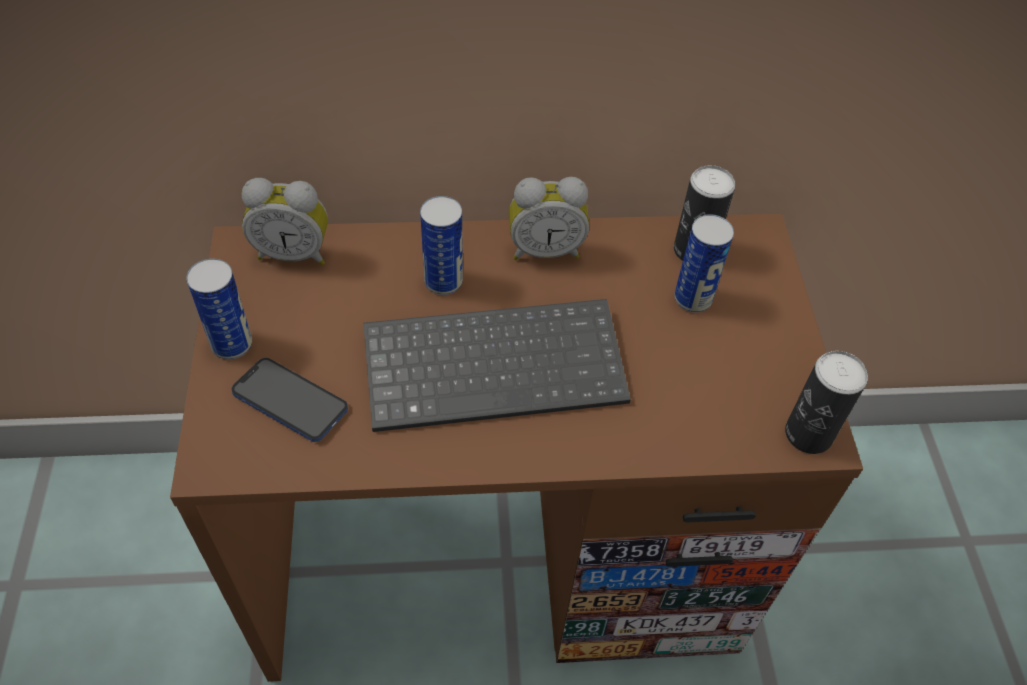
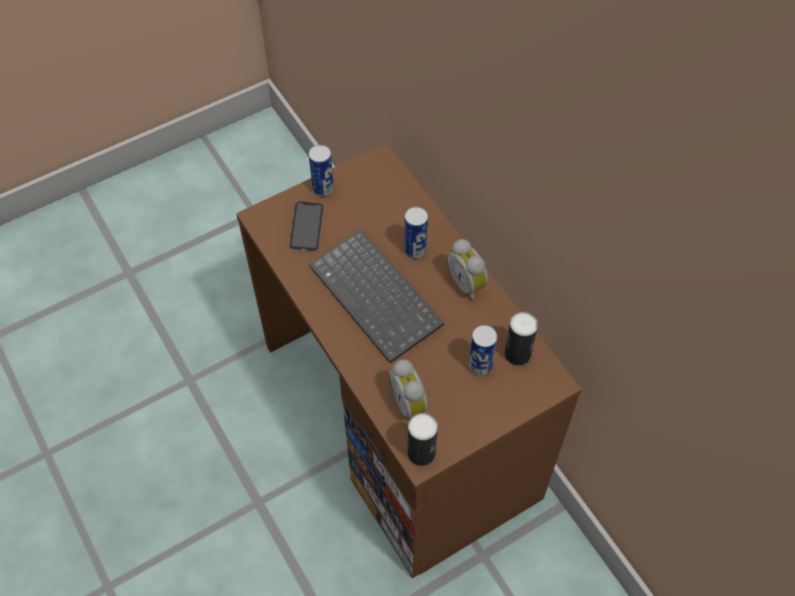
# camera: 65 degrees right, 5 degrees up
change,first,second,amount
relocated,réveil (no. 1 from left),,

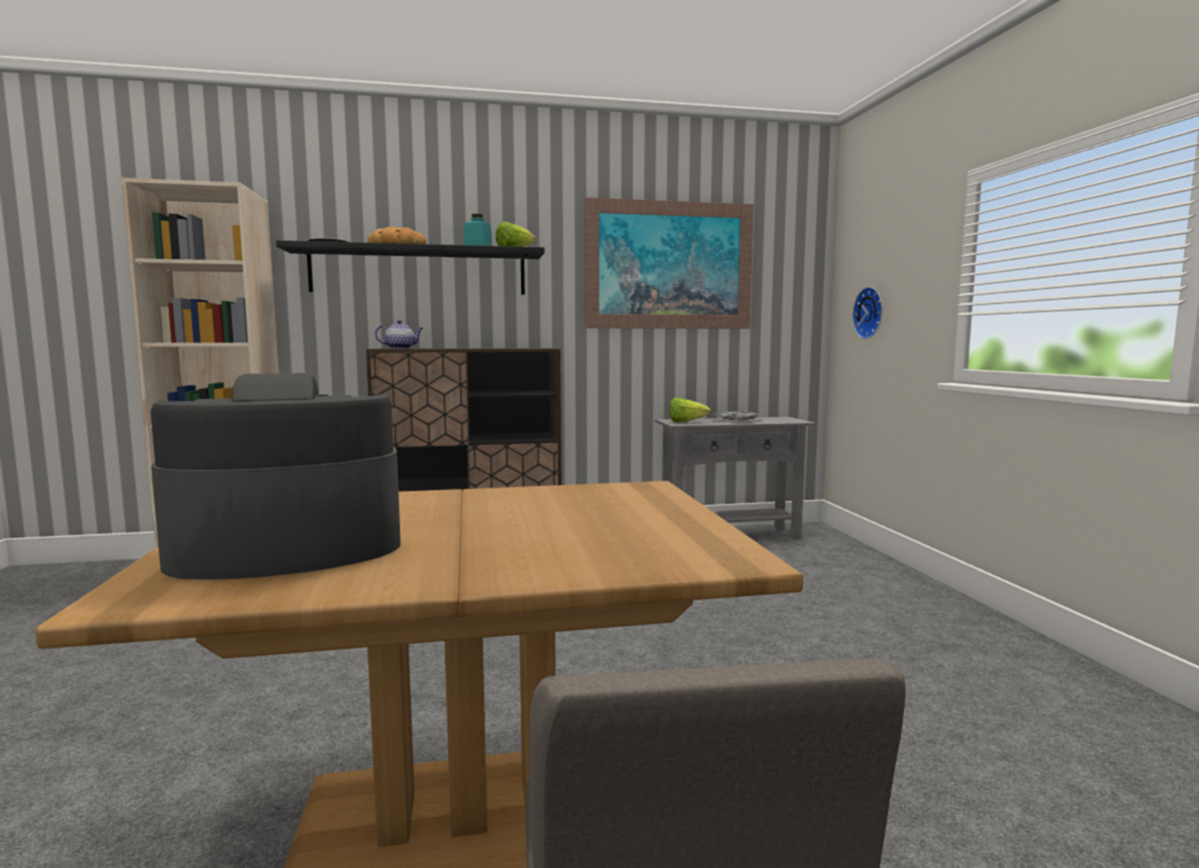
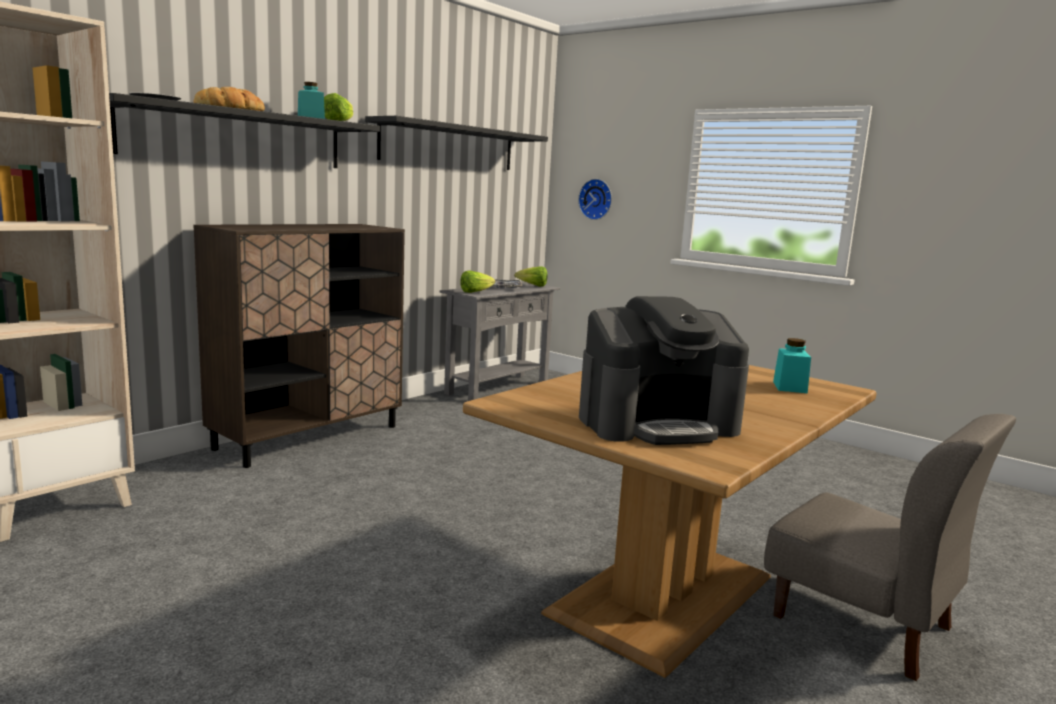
# camera: 40 degrees left, 5 degrees up
change,first,second,amount
exchanged,tableau,étagère/noir (no. 2 from left),
appeared,,laitue (no. 3 from left),
spun,machine à café,,135 degrees counterclockwise
appeared,,bocal/turquoise (no. 2 from left),
missing,théière,,

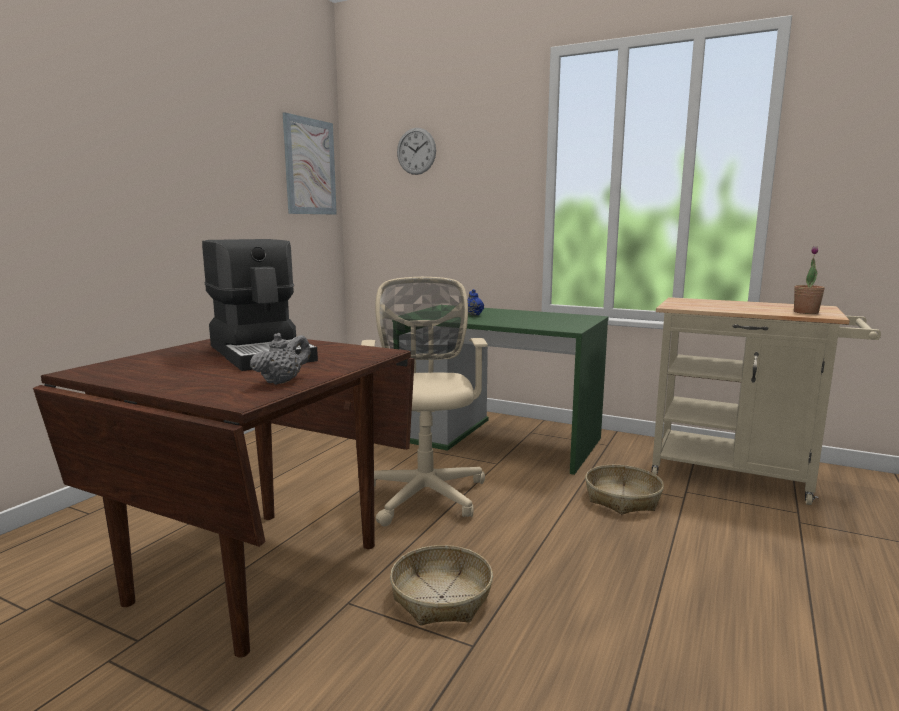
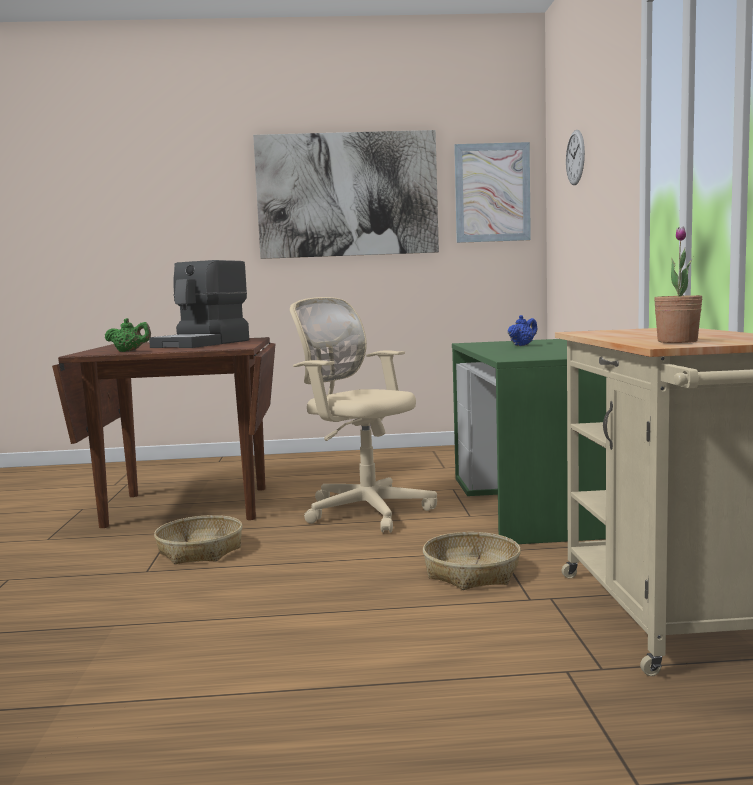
# camera: 60 degrees right, 5 degrees down
change,first,second,amount
colour,théière/gris,théière/vert,
appeared,,tableau (no. 1 from left),
spun,chaise de bureau/beige,,105 degrees counterclockwise

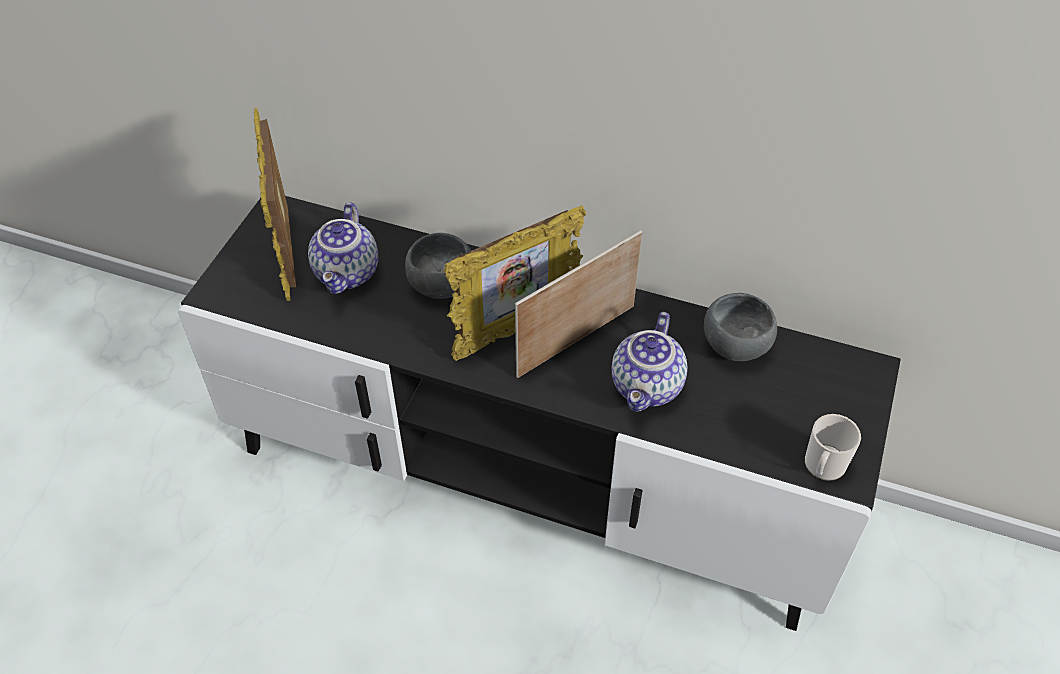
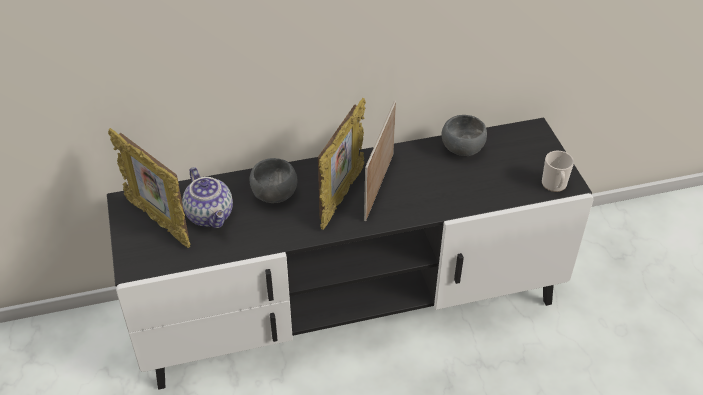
# camera: 35 degrees left, 5 degrees down
change,first,second,amount
missing,théière (no. 2 from left),,

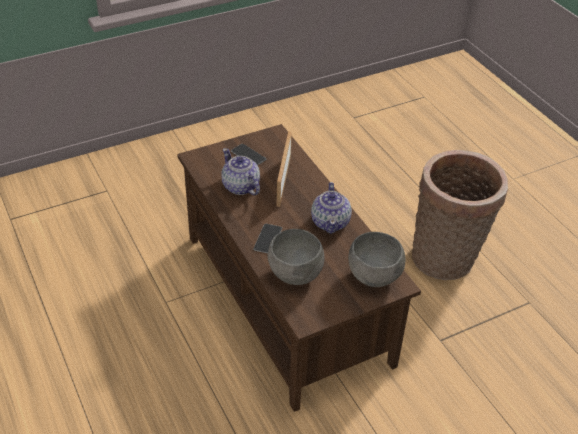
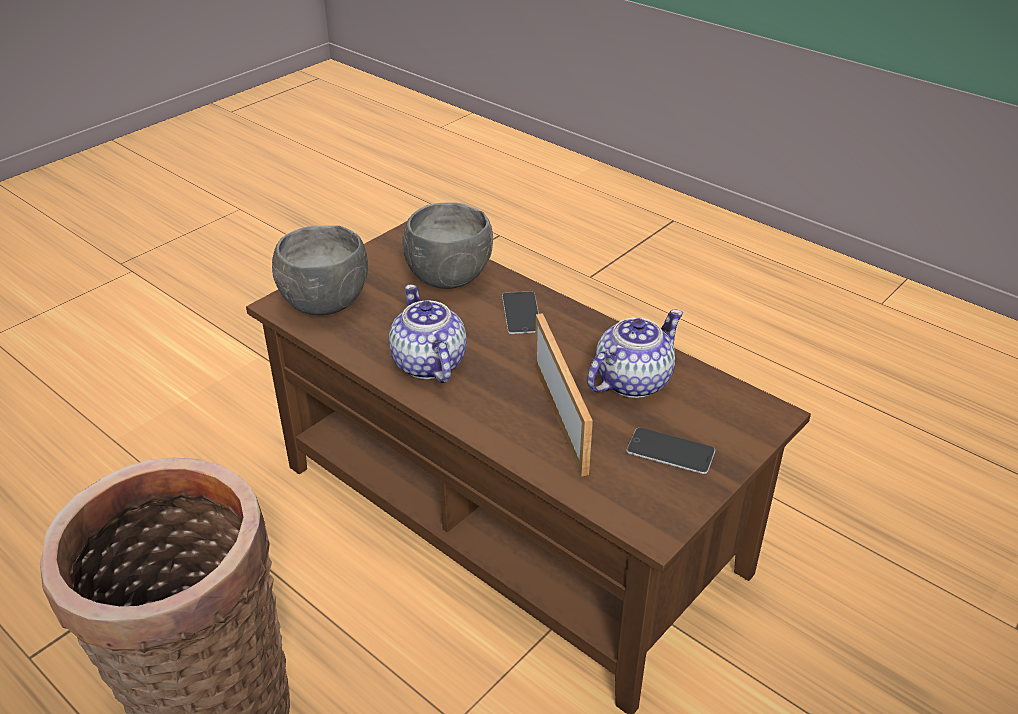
# camera: 160 degrees right, 5 degrees down
change,first,second,amount
spun,théière (no. 1 from left in the first image),théière (no. 2 from left),75 degrees counterclockwise

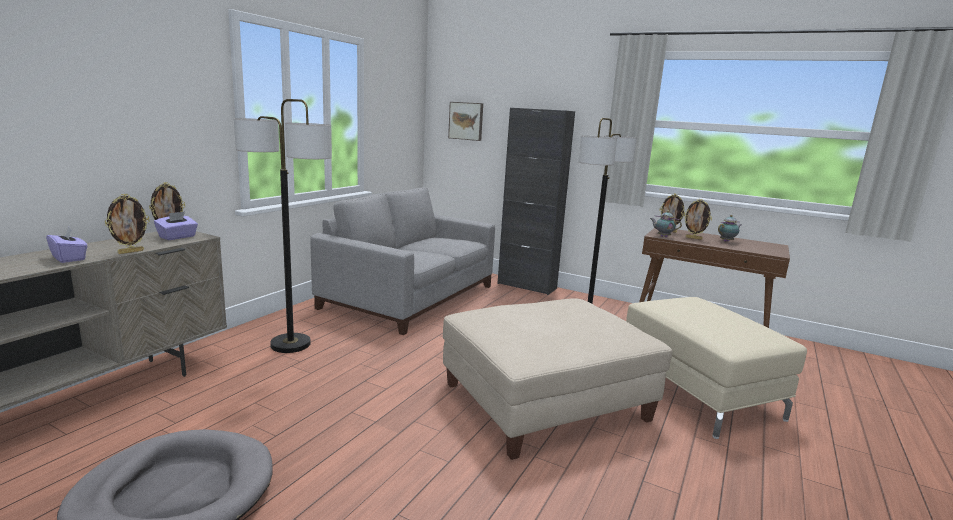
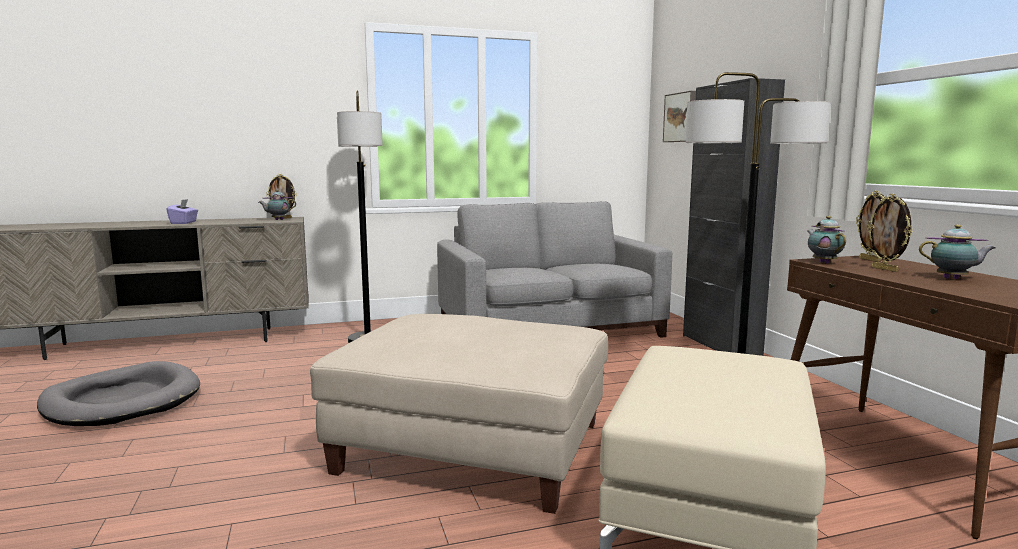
# camera: 45 degrees right, 5 degrees down
change,first,second,amount
exchanged,boîte à mouchoirs/violet (no. 2 from left),théière (no. 1 from left),
missing,cadre photo (no. 1 from left),,

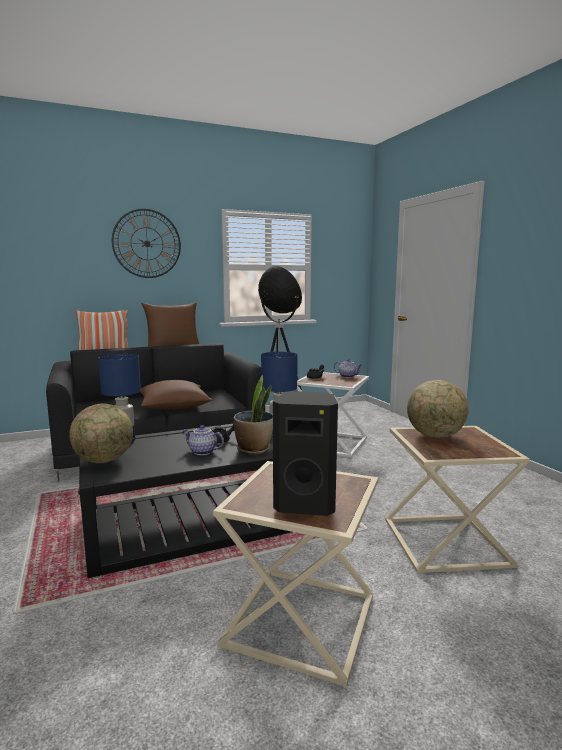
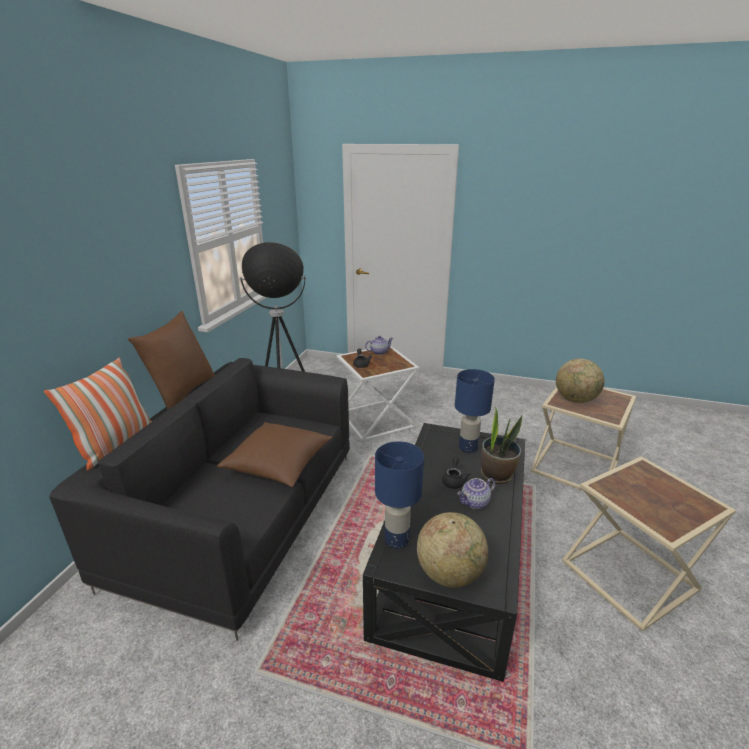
# camera: 50 degrees left, 15 degrees up
change,first,second,amount
missing,horloge murale,,
missing,enceinte/noir,,

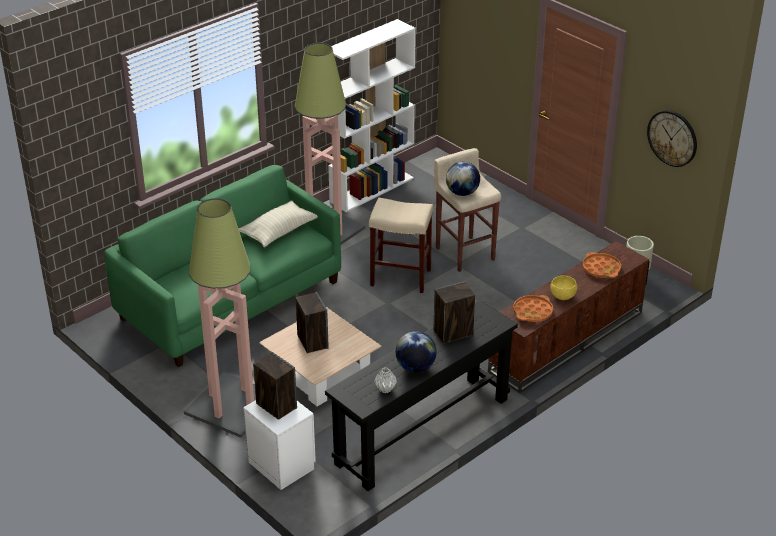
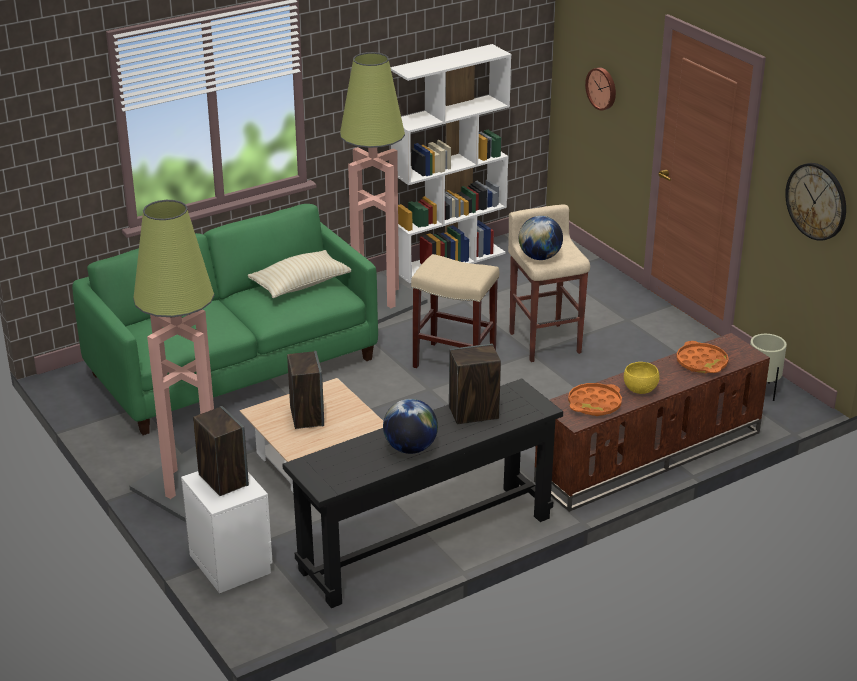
# camera: 10 degrees right, 5 degrees down
change,first,second,amount
appeared,,horloge murale (no. 1 from left),
missing,vase/gris,,

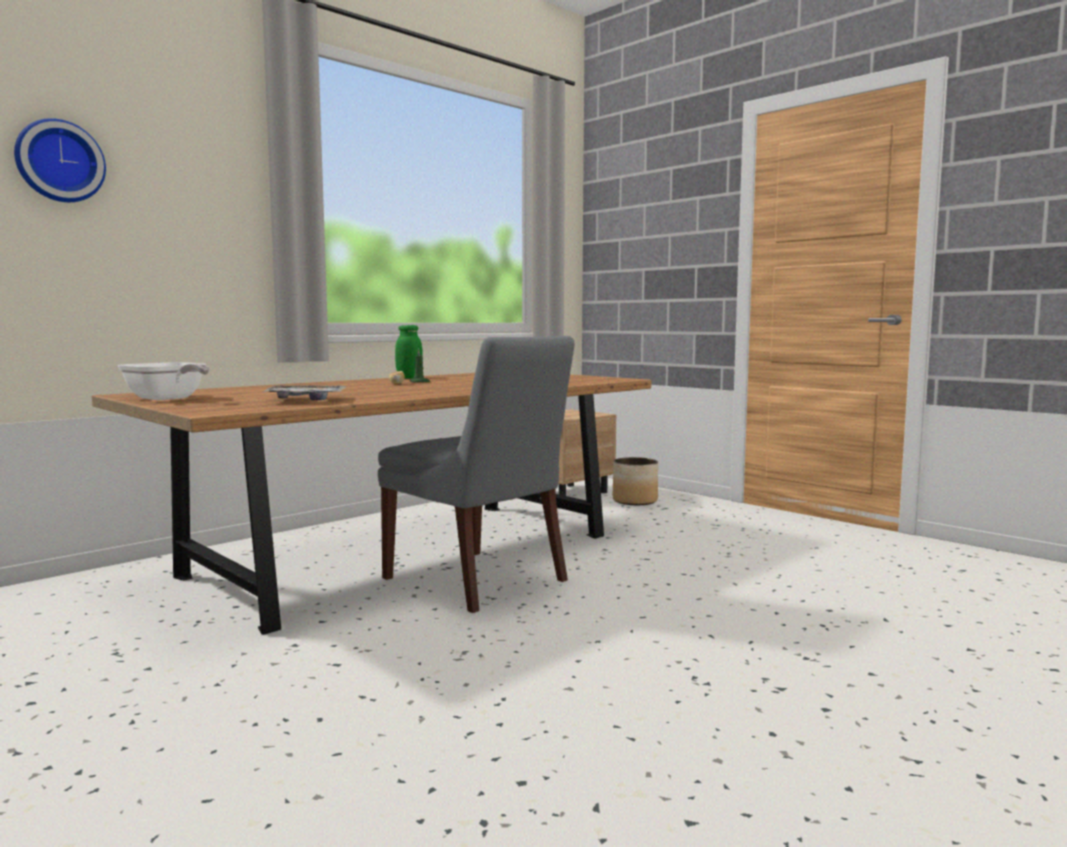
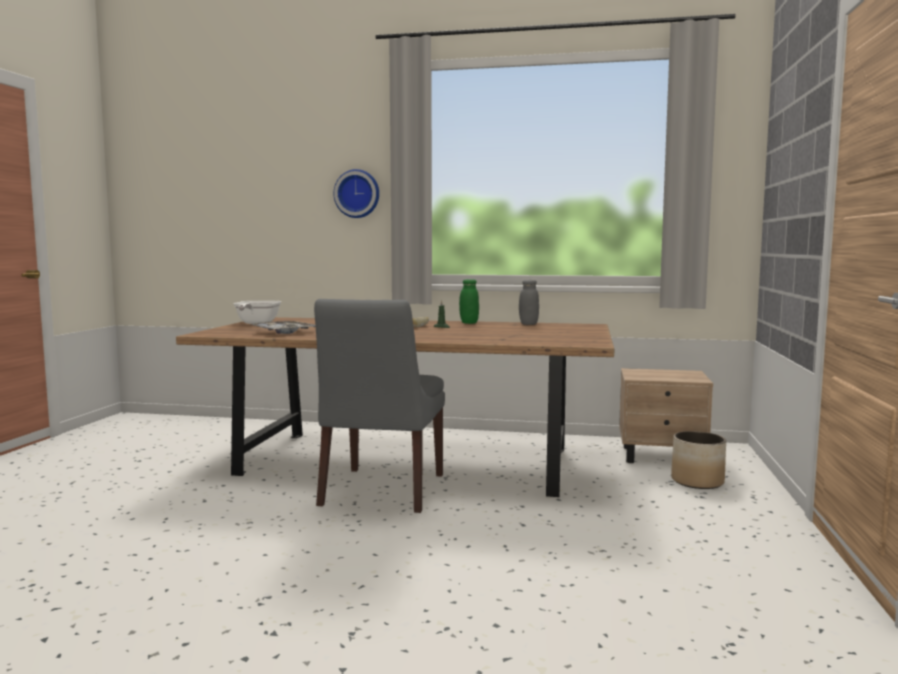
# camera: 55 degrees right, 0 degrees up
change,first,second,amount
relocated,horloge murale,,
appeared,,bocal/gris,

